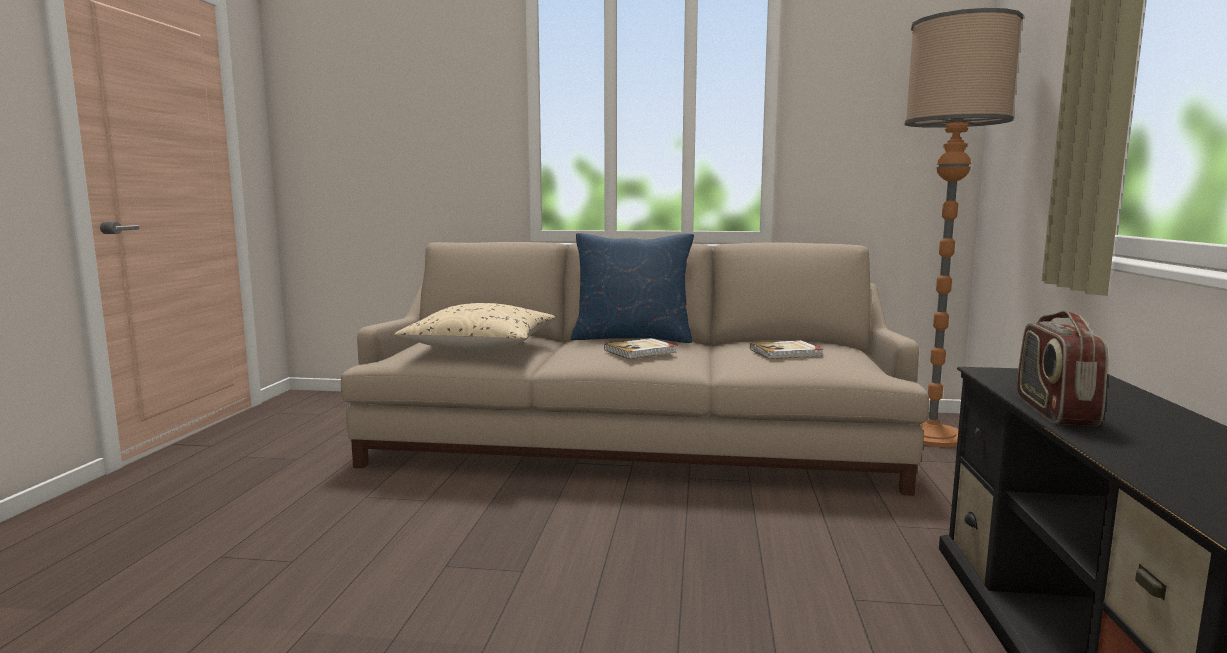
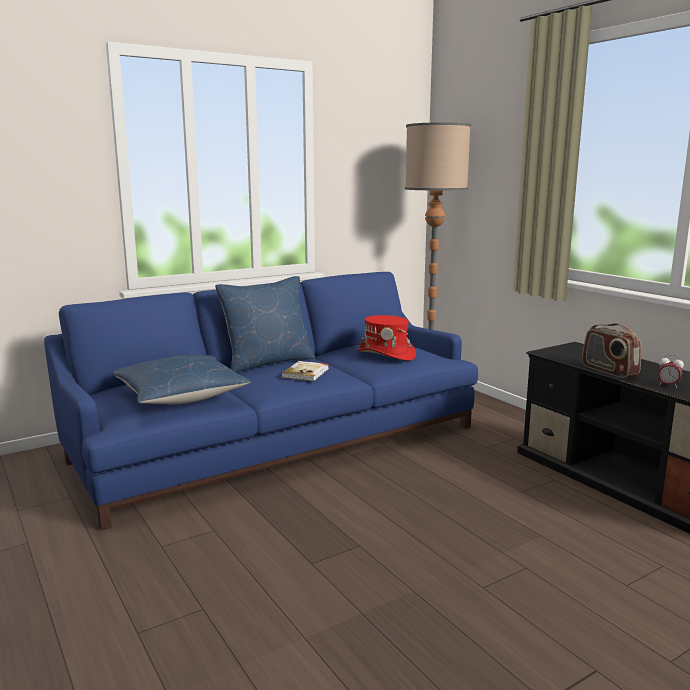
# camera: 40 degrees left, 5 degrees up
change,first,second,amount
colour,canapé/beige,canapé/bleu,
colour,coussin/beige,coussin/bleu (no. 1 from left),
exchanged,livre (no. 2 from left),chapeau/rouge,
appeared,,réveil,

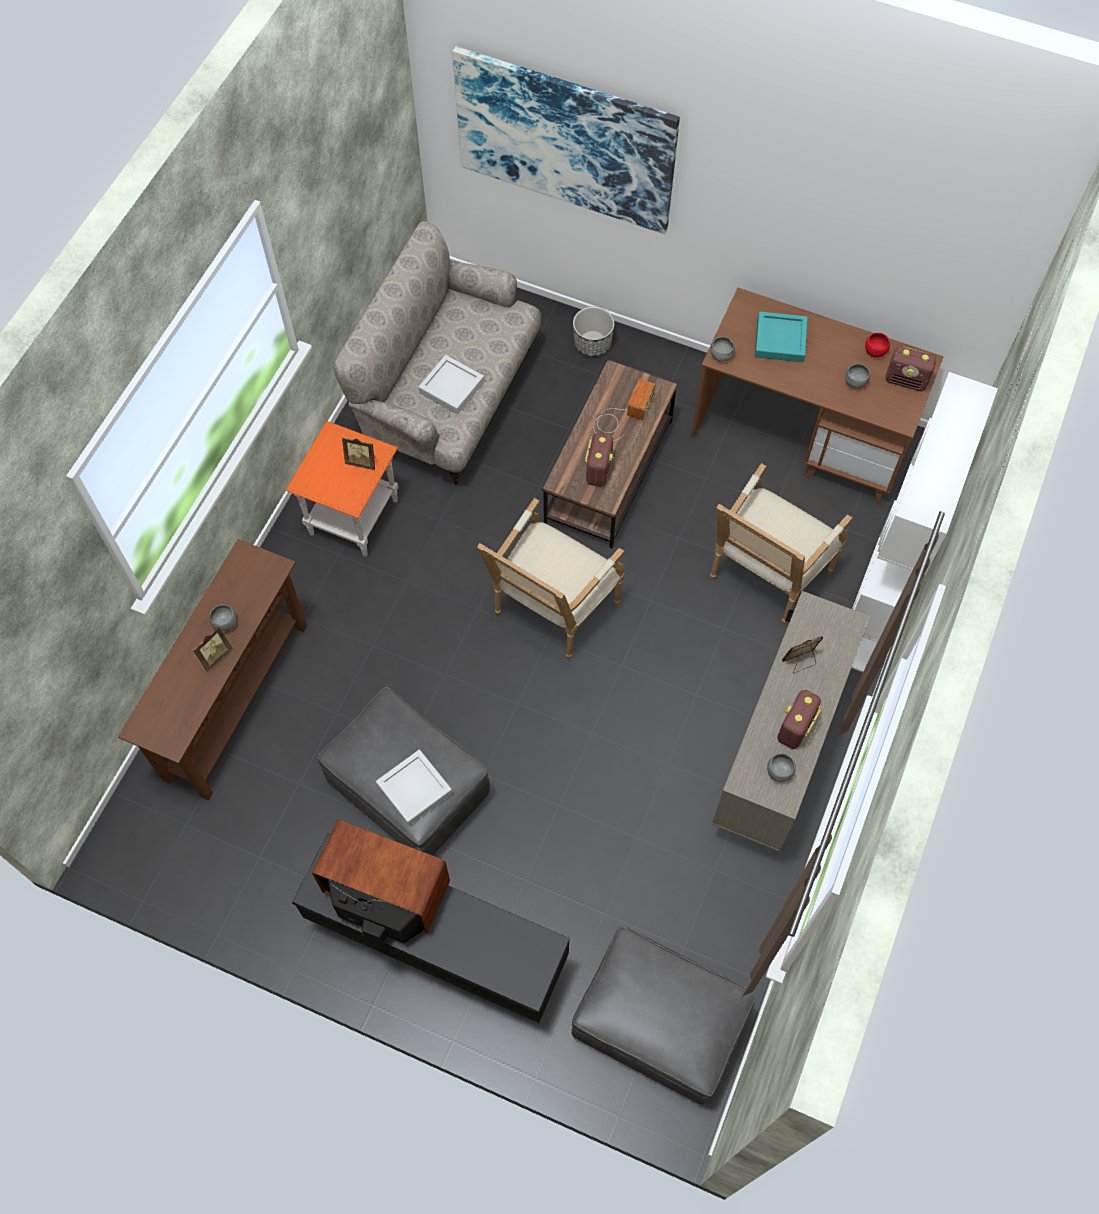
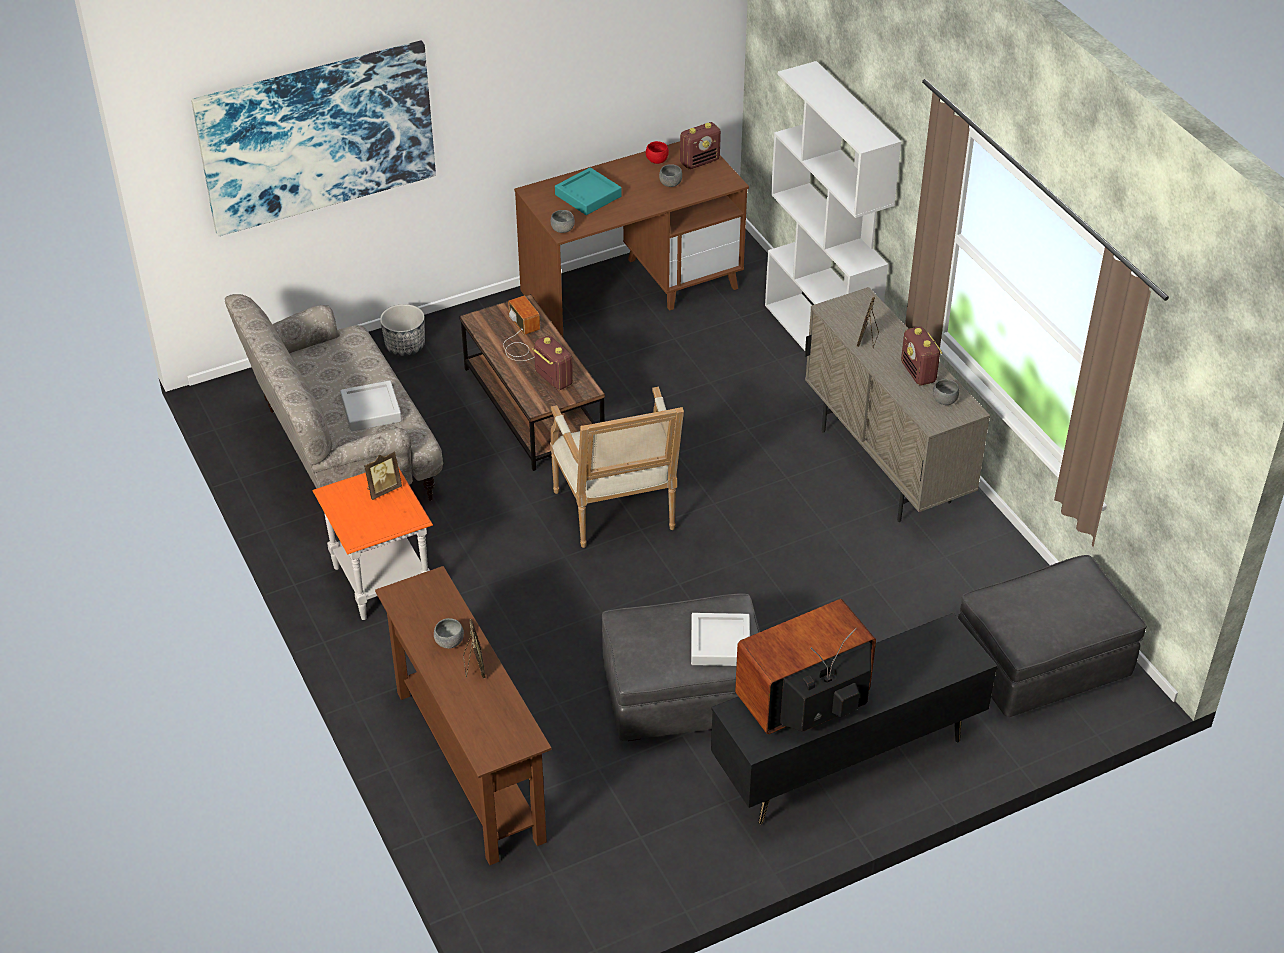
# camera: 50 degrees left, 20 degrees down
change,first,second,amount
missing,fauteuil (no. 2 from left),,

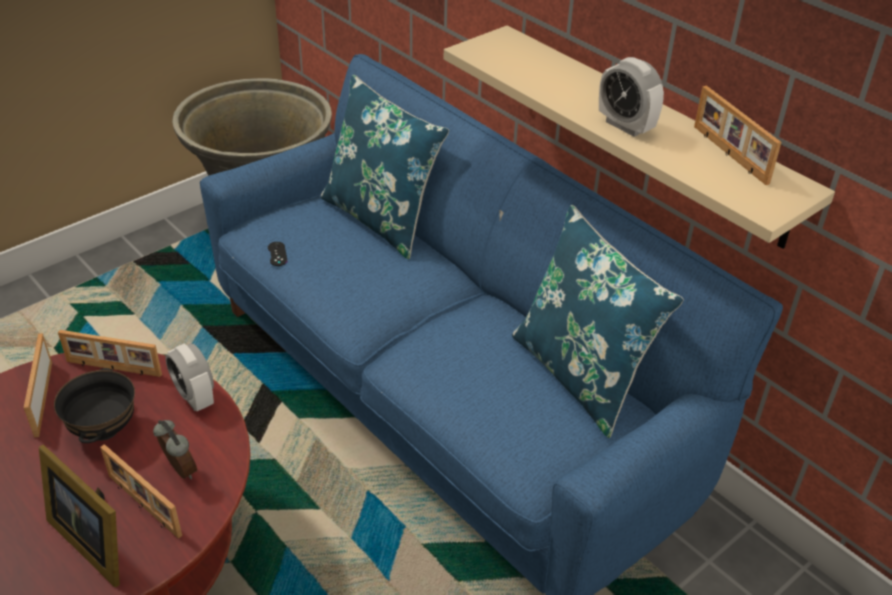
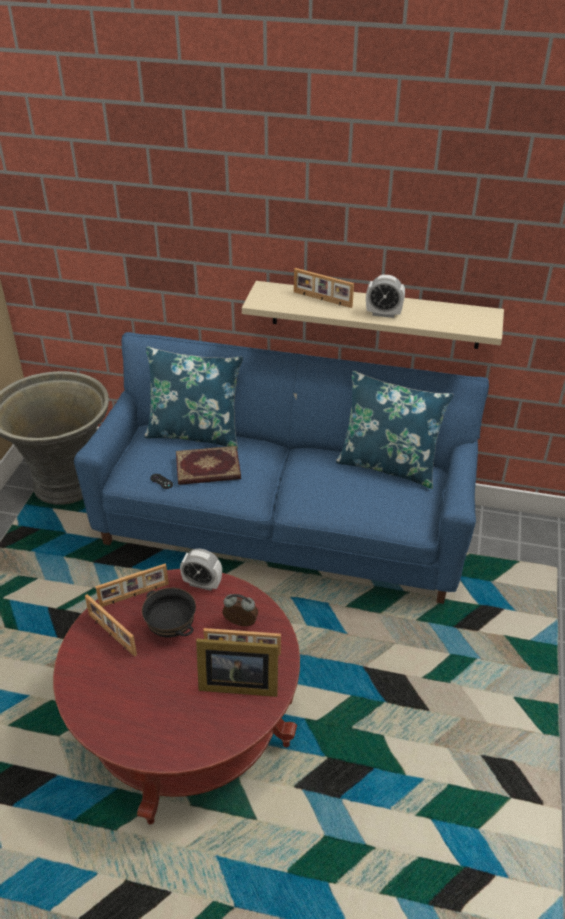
# camera: 35 degrees left, 0 degrees up
change,first,second,amount
appeared,,livre,
relocated,cadre photo (no. 5 from left),,

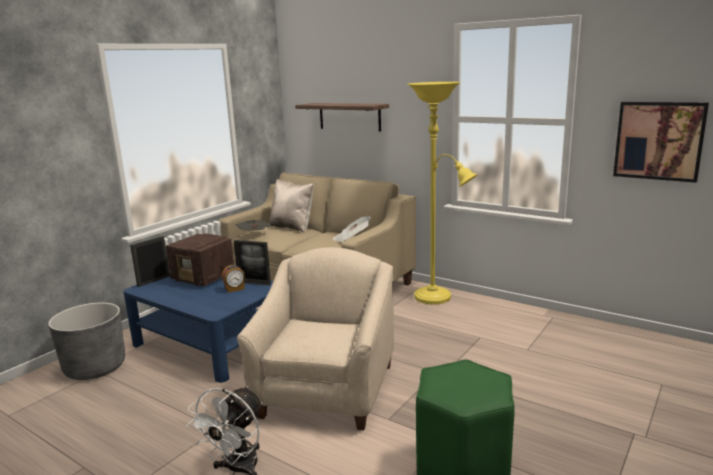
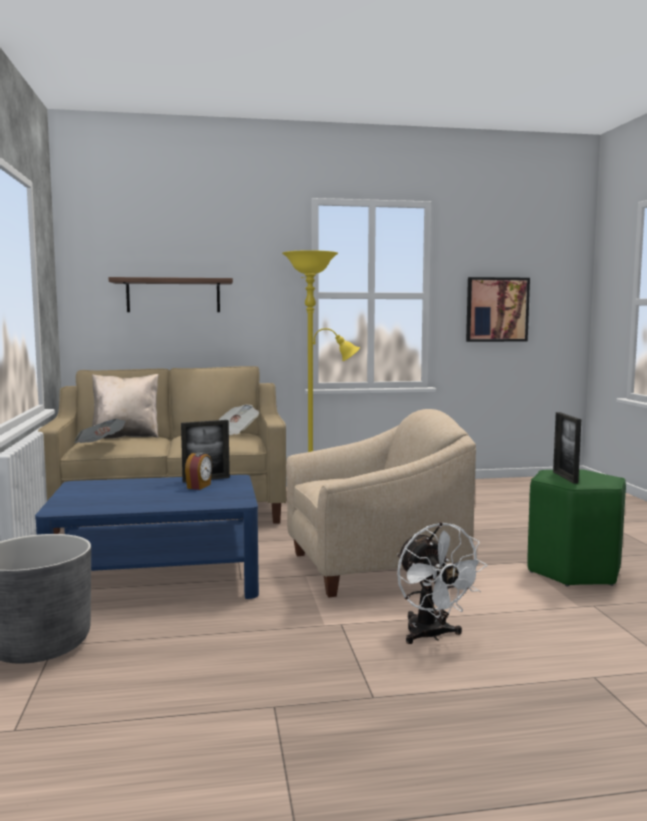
# camera: 45 degrees left, 10 degrees down
change,first,second,amount
spun,fauteuil/beige,,105 degrees clockwise
relocated,cadre photo (no. 1 from left in the first image),cadre photo (no. 2 from left),
missing,radio,,

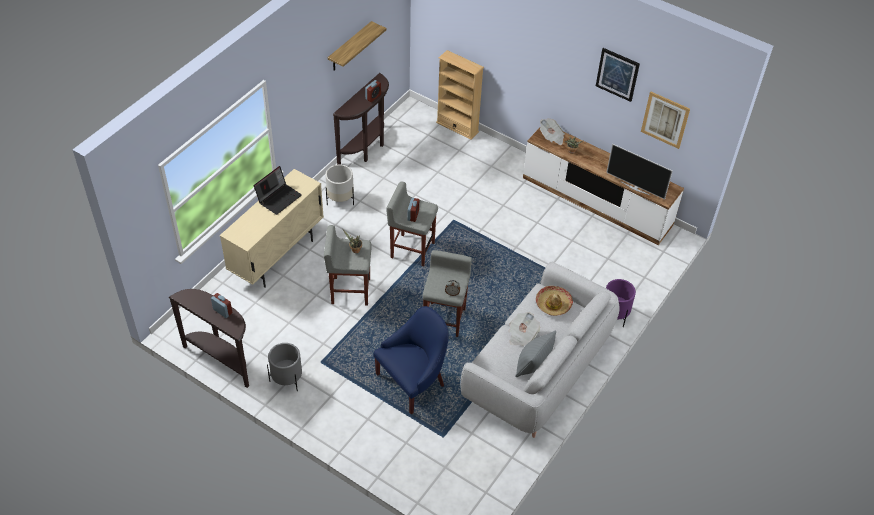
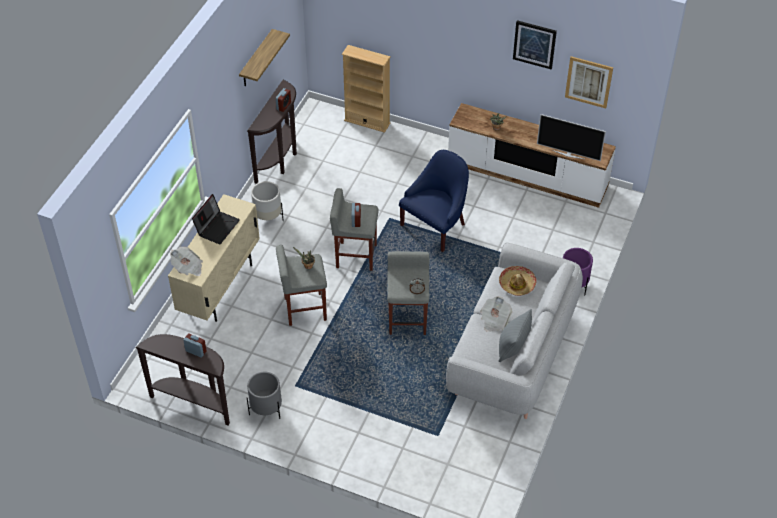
# camera: 10 degrees left, 0 degrees up
change,first,second,amount
relocated,journal (no. 2 from left in the first image),journal (no. 1 from left),
relocated,fauteuil/bleu,,

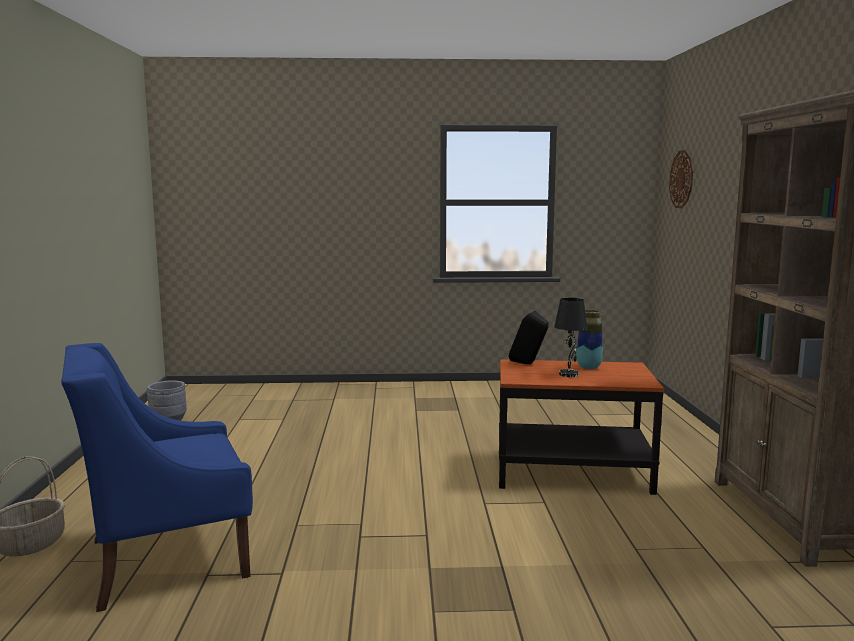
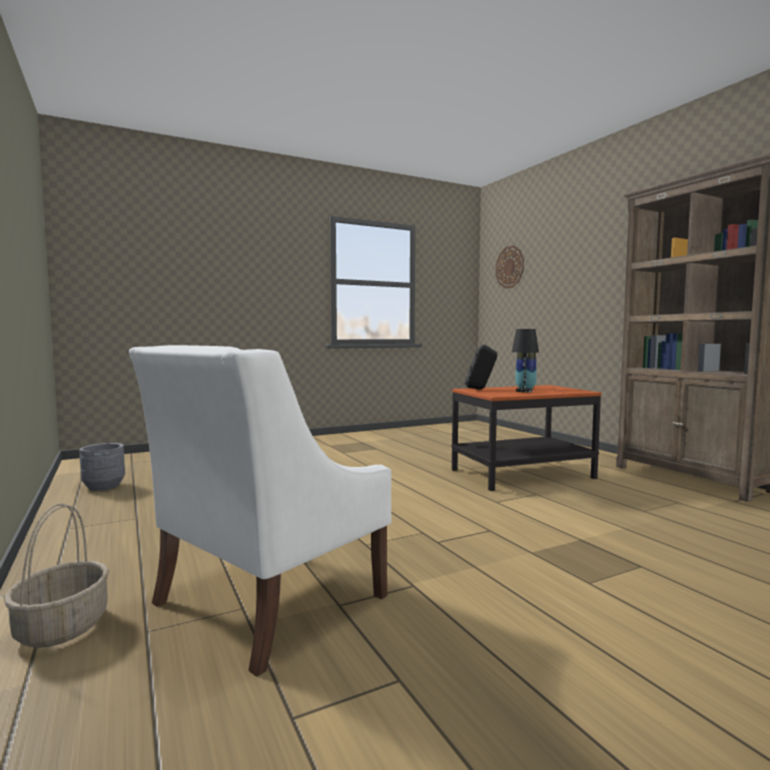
# camera: 25 degrees left, 5 degrees down
change,first,second,amount
colour,fauteuil/bleu,fauteuil/blanc,

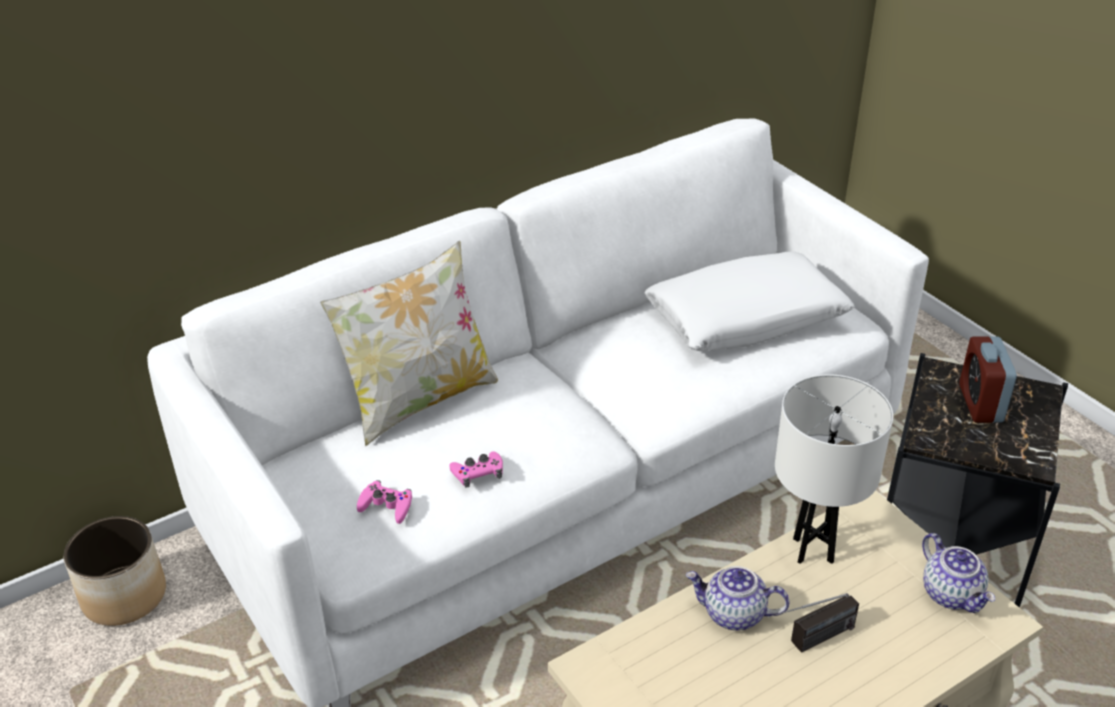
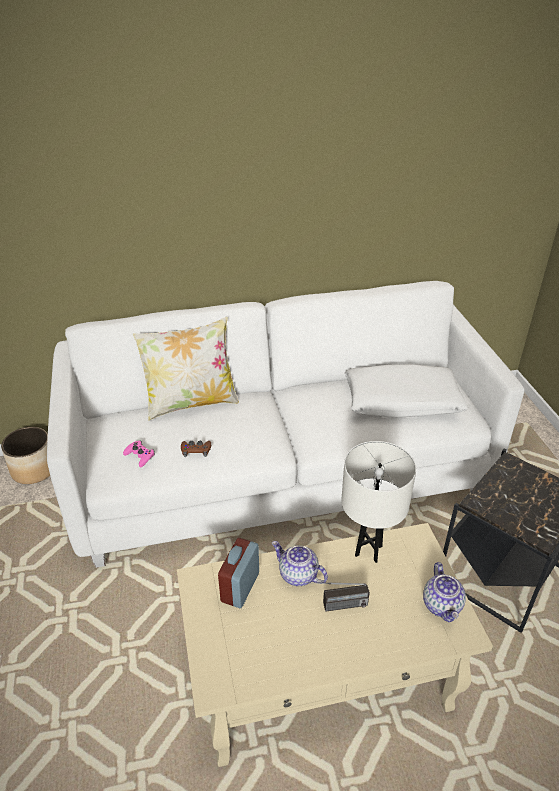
# camera: 20 degrees right, 0 degrees up
change,first,second,amount
colour,manette/rose (no. 2 from left),manette/marron,
relocated,réveil,,

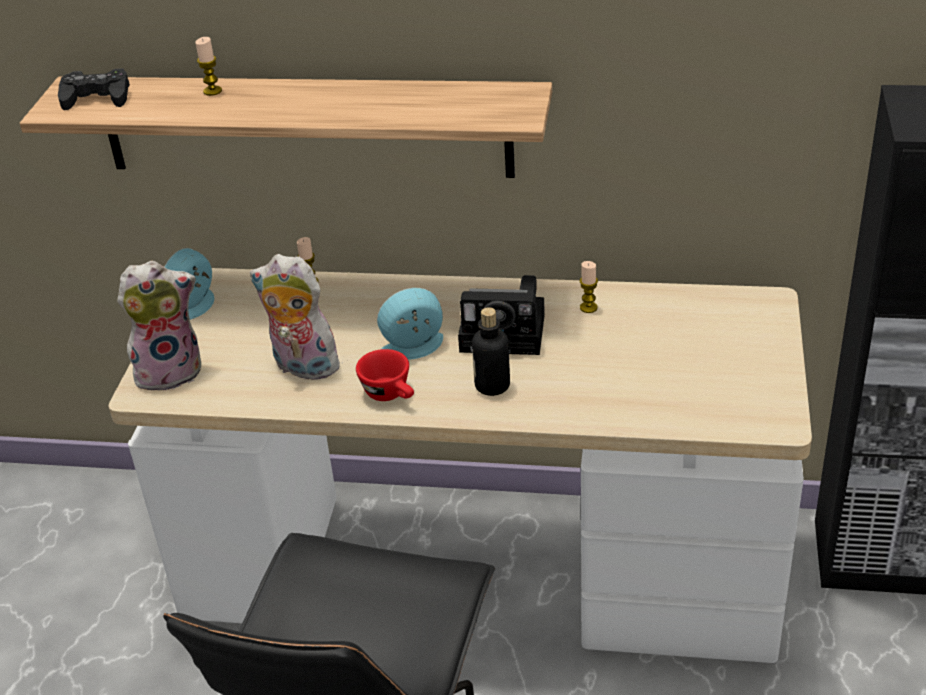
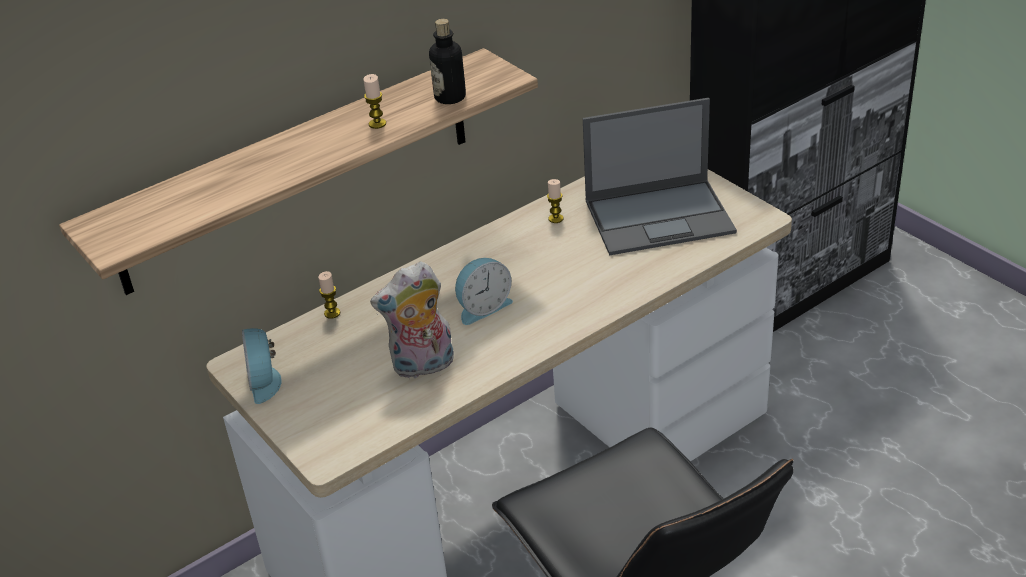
# camera: 45 degrees left, 0 degrees up
change,first,second,amount
relocated,bougie (no. 1 from left in the first image),bougie (no. 2 from left),
relocated,bouteille,,
spun,réveil (no. 2 from left),,150 degrees counterclockwise
appeared,,ordinateur portable,
missing,manette/noir,,
missing,peluche (no. 1 from left),,
missing,tasse/rouge,,
missing,appareil photo,,

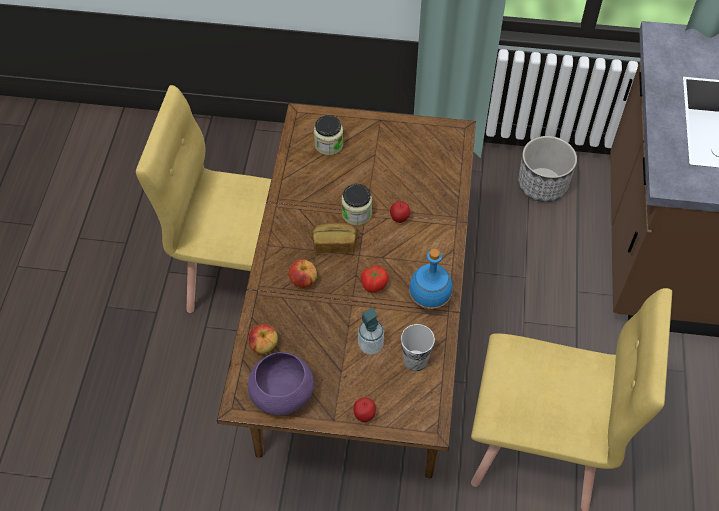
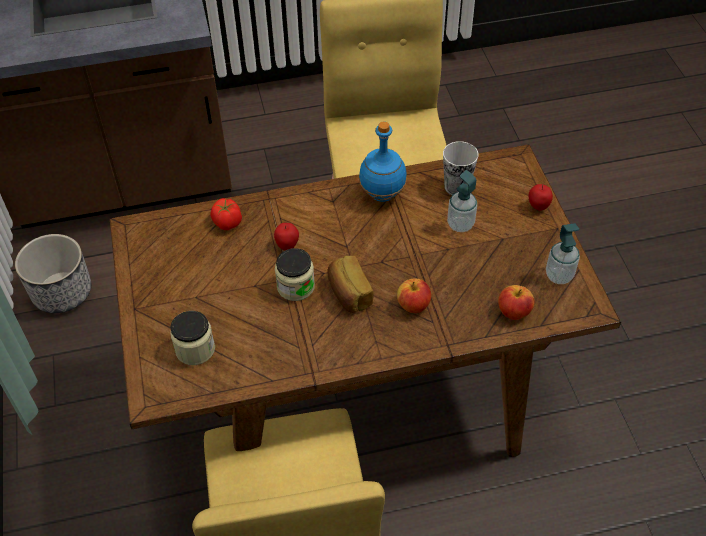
# camera: 110 degrees left, 5 degrees down
change,first,second,amount
relocated,tomate,,
exchanged,bol/violet,distributeur de savon (no. 2 from left),

